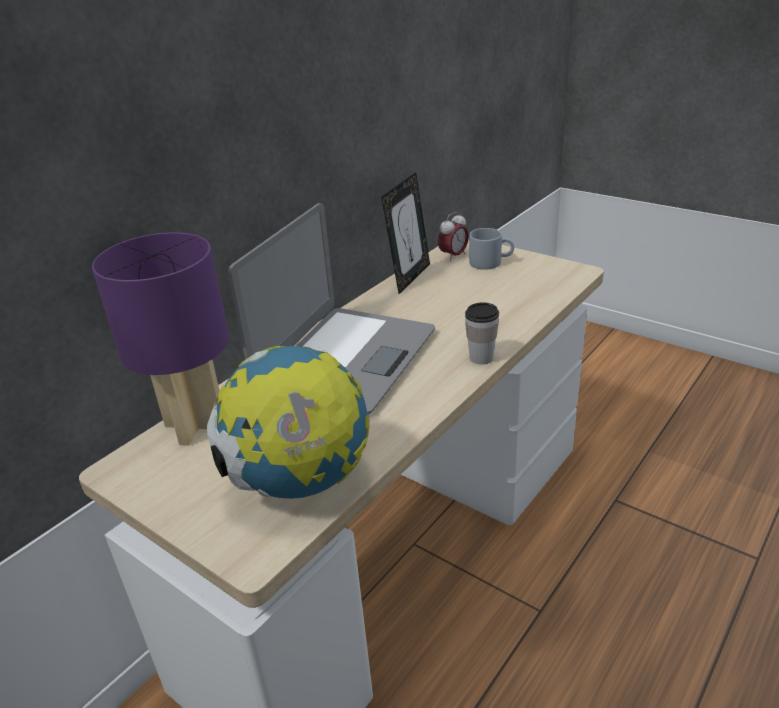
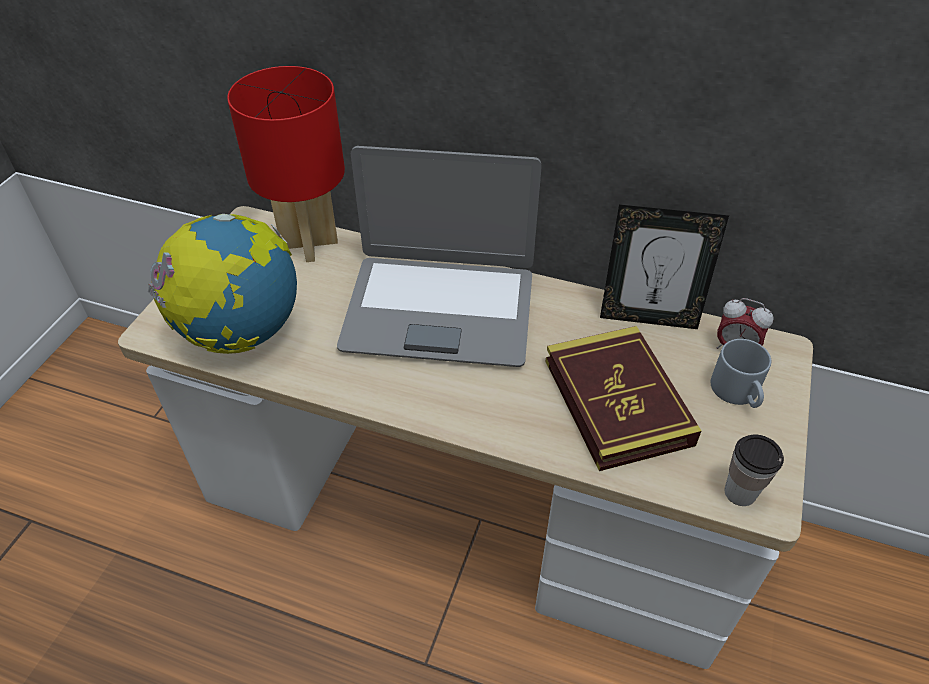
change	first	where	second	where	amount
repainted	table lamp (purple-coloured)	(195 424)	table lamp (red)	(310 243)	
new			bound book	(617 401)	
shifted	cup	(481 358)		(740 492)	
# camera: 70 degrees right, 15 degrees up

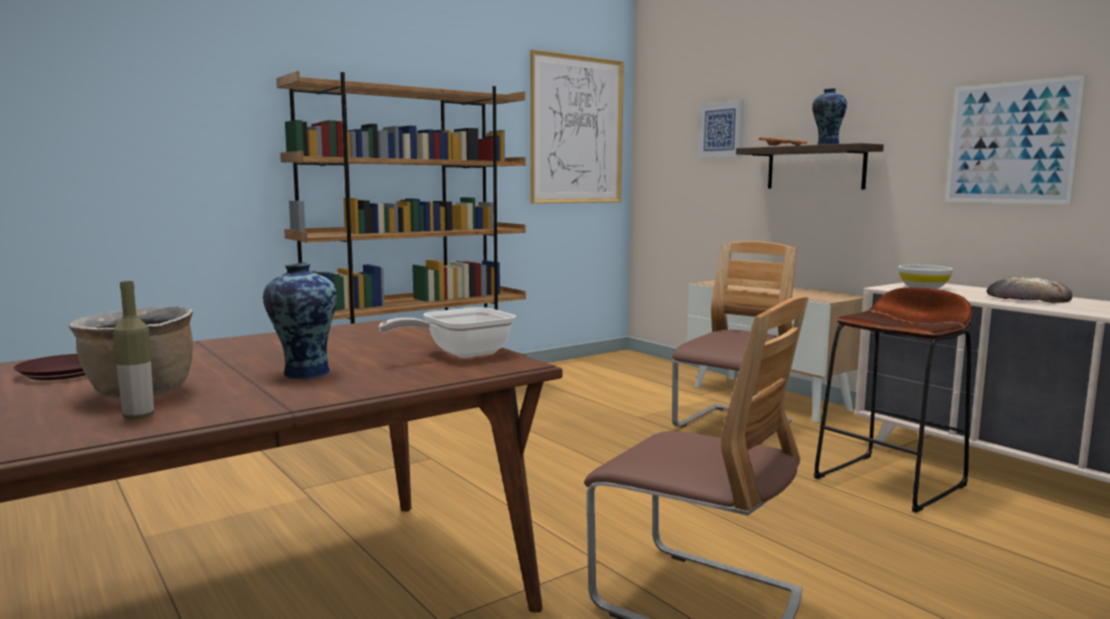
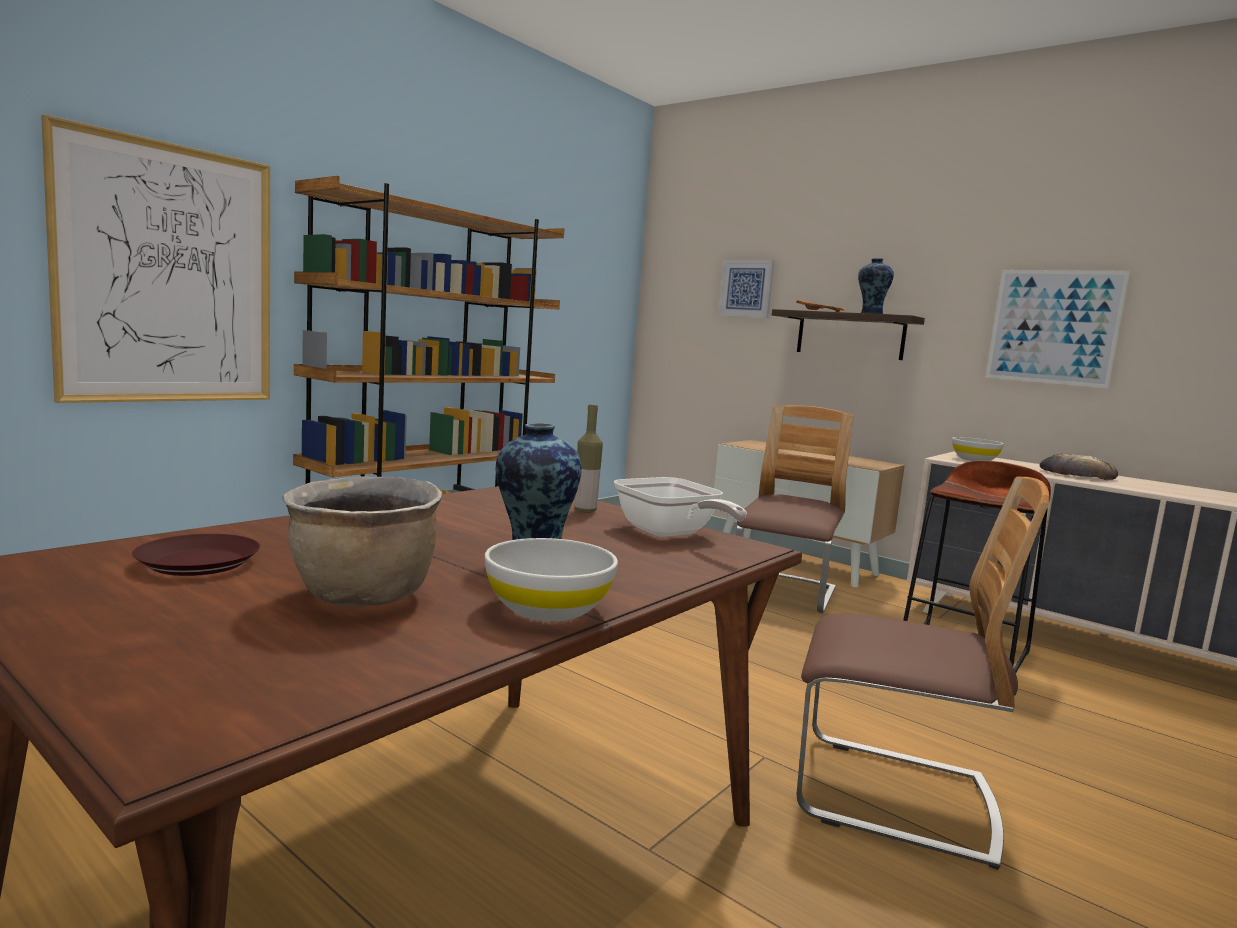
change	first	where	second	where	amount
shifted	wall art	(577 130)		(168 275)	
new			bowl (white-coloured)	(547 609)	
shifted	beverage bottle	(138 416)		(585 511)	
rotated	skillet	(460 354)		(670 534)	75 degrees counterclockwise
# camera: 15 degrees left, 0 degrees up

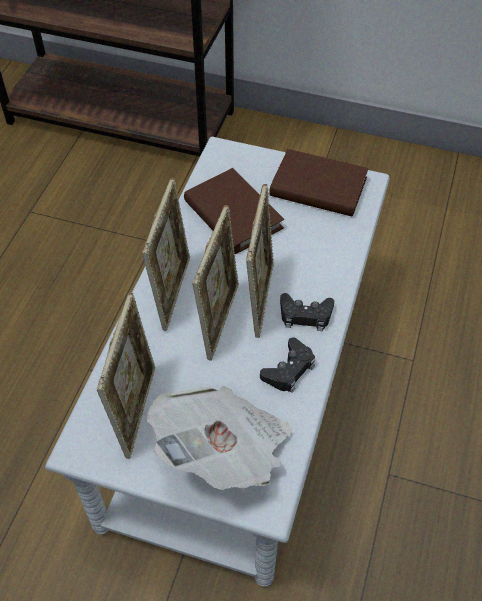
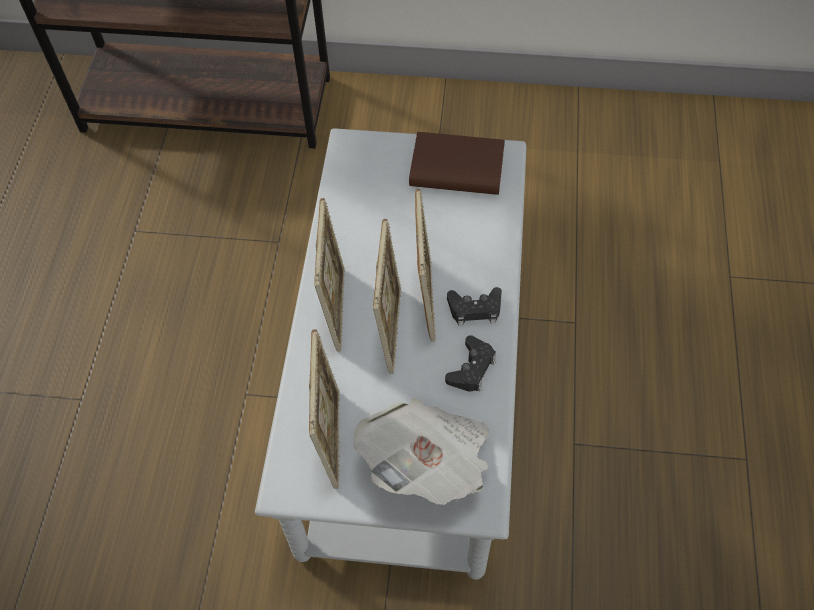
change	first	where	second	where	amount
gone	bound book (brown-coloured)	(233 215)			
# camera: 10 degrees left, 5 degrees up

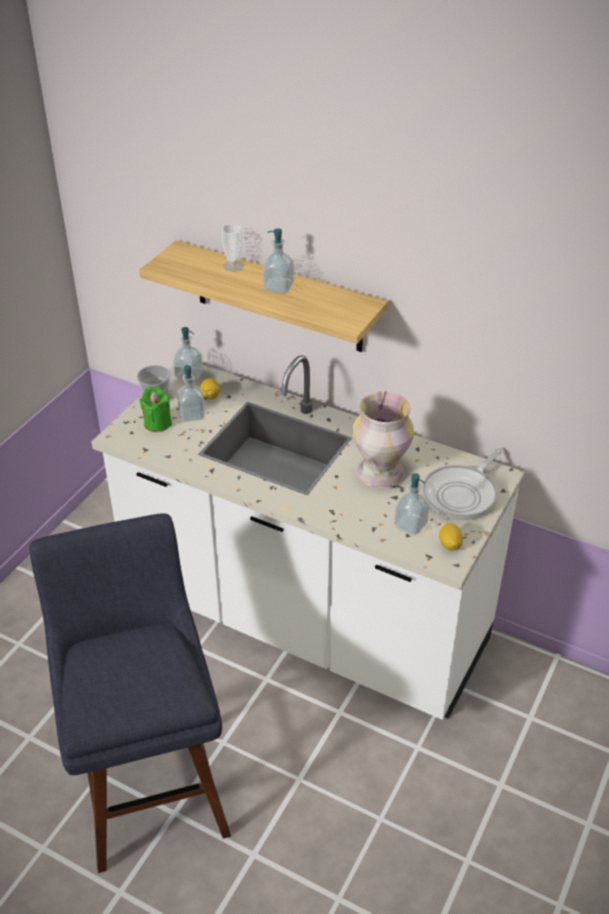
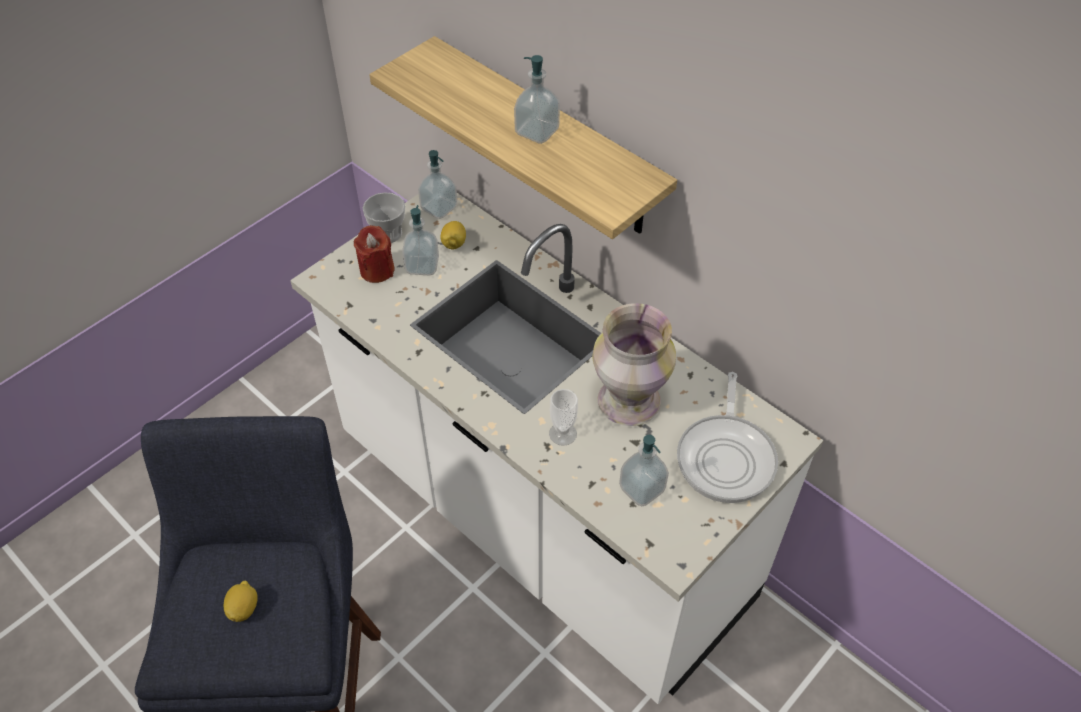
change	first	where	second	where	amount
shifted	whole lemon	(450 545)		(244 608)	
repainted	candle (green-coloured)	(157 423)	candle (red)	(377 270)	
shifted	cup	(233 266)		(563 434)	
rotated	skillet	(462 494)		(726 457)	45 degrees counterclockwise
# camera: 15 degrees right, 10 degrees up

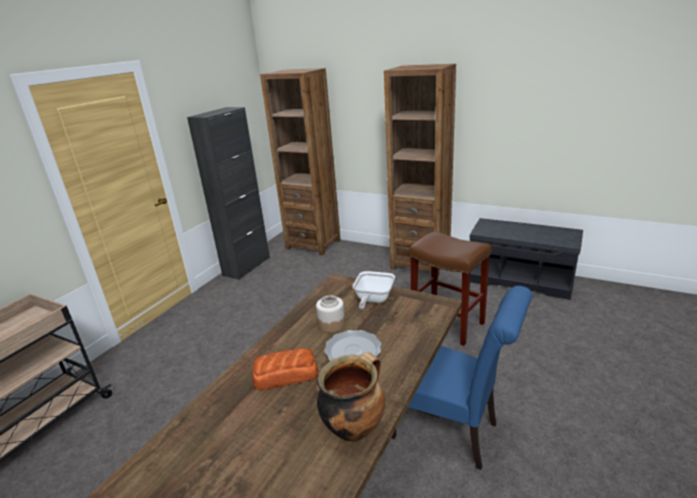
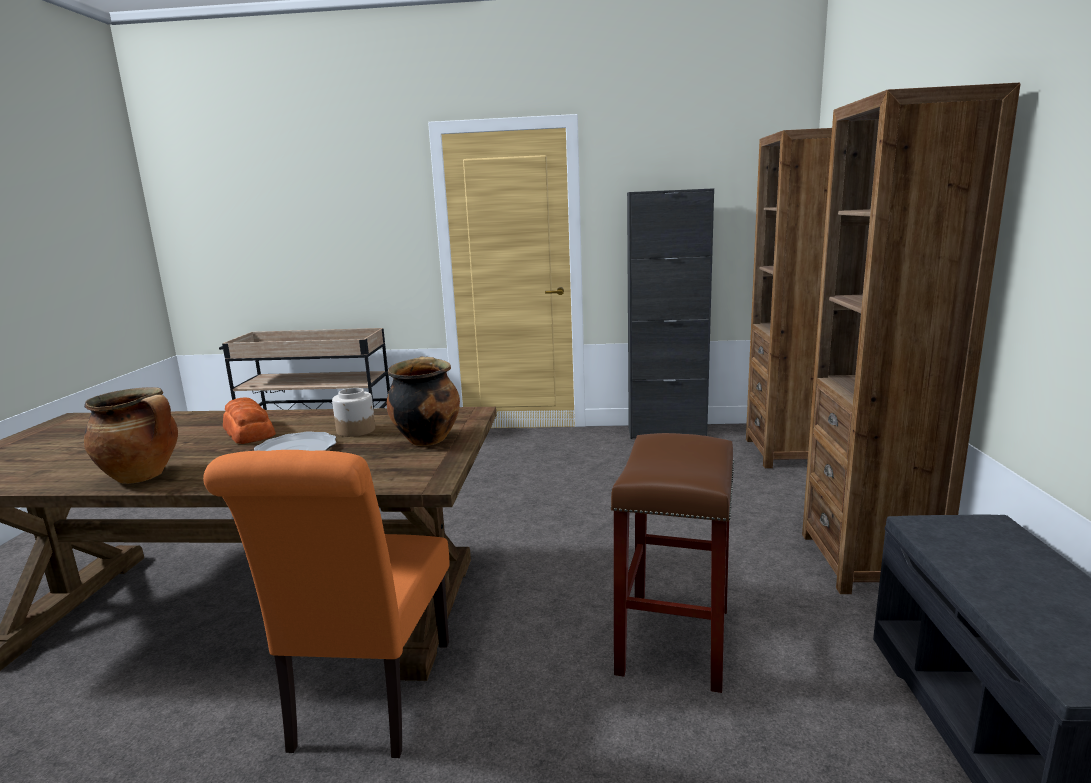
change	first	where	second	where	amount
repainted	plain chair (blue-coloured)	(451 432)	plain chair (orange-coloured)	(368 701)	
swapped	skillet	(373 300)	saucepot	(426 439)	
# camera: 65 degrees right, 10 degrees down

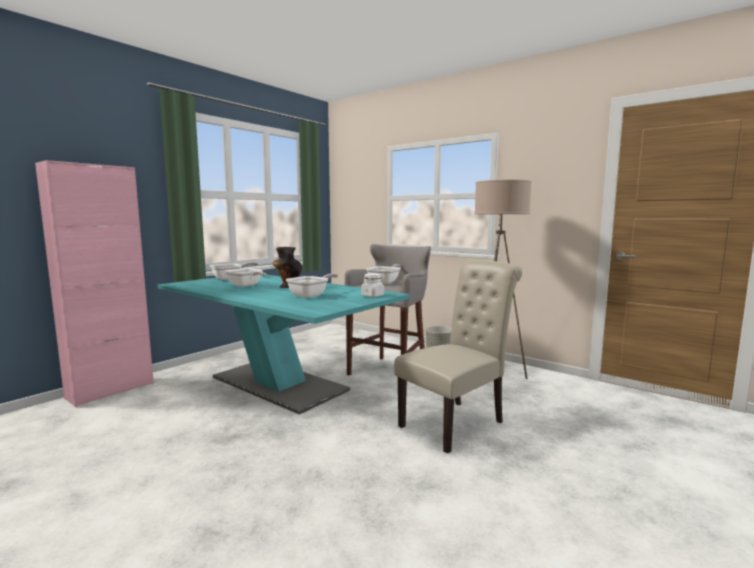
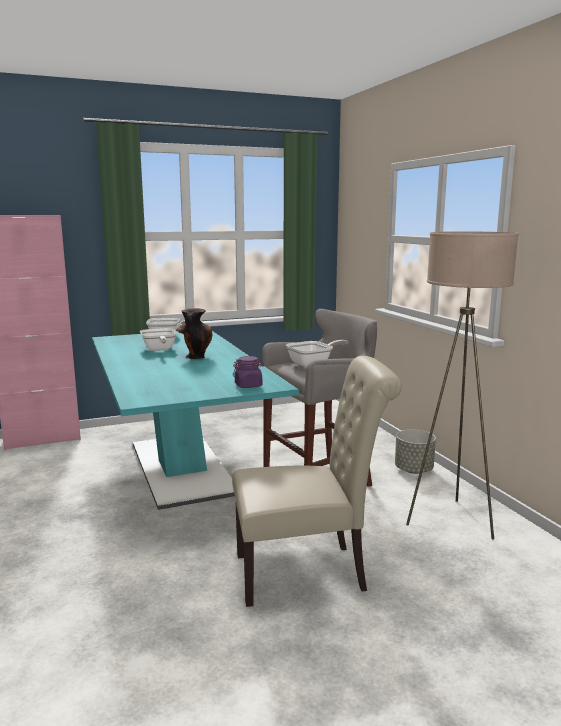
change	first	where	second	where	amount
repainted	preserve jar (white-coloured)	(372 295)	preserve jar (purple-coloured)	(248 385)	
gone	skillet	(311 295)			
# camera: 30 degrees right, 5 degrees up

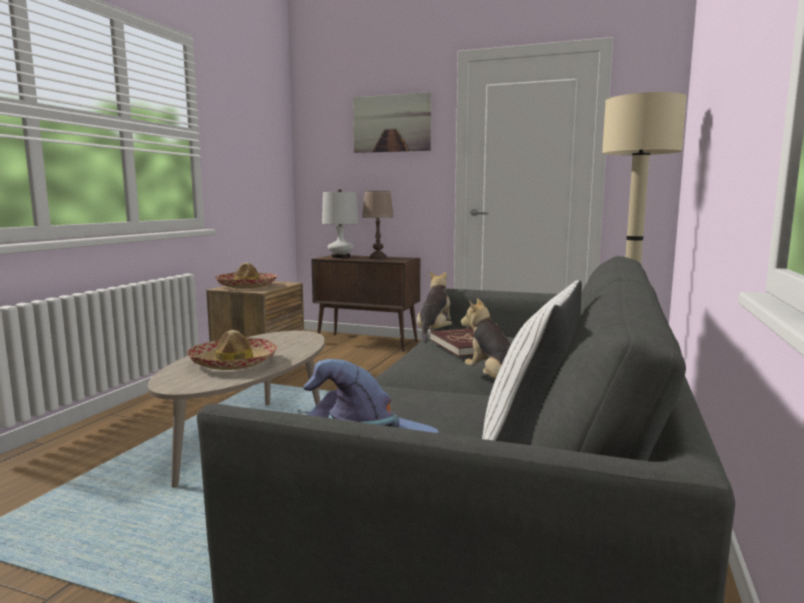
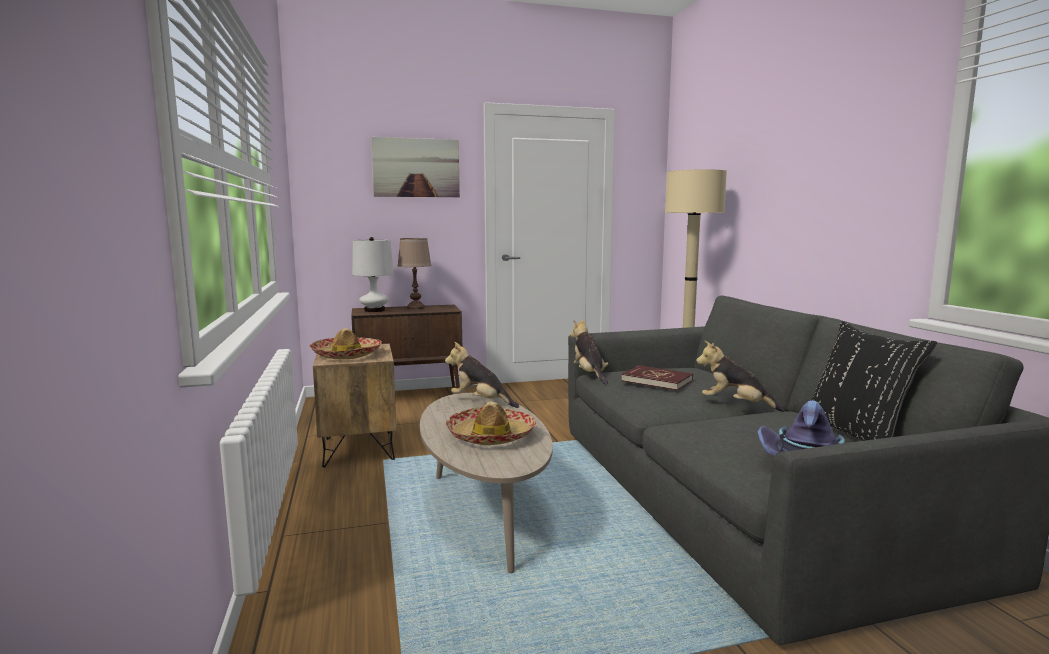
change	first	where	second	where	amount
new			cuddly toy	(481 402)	
repainted	throw pillow (white-coloured)	(530 441)	throw pillow (blackish)	(856 435)	
# camera: 35 degrees left, 0 degrees up

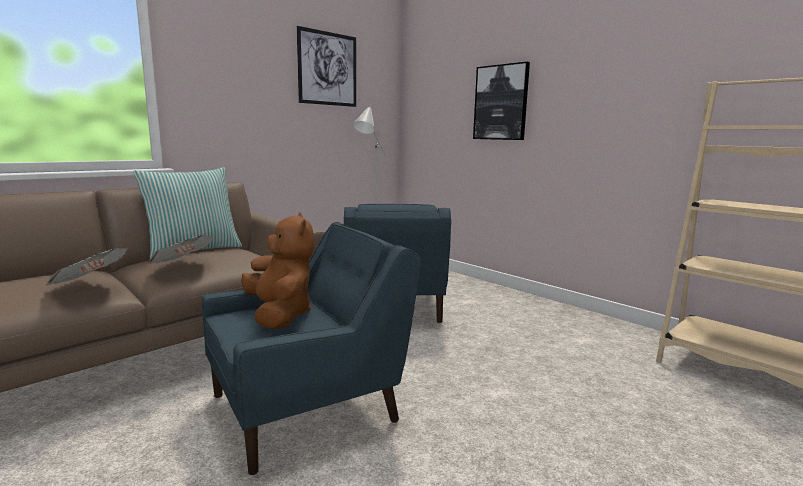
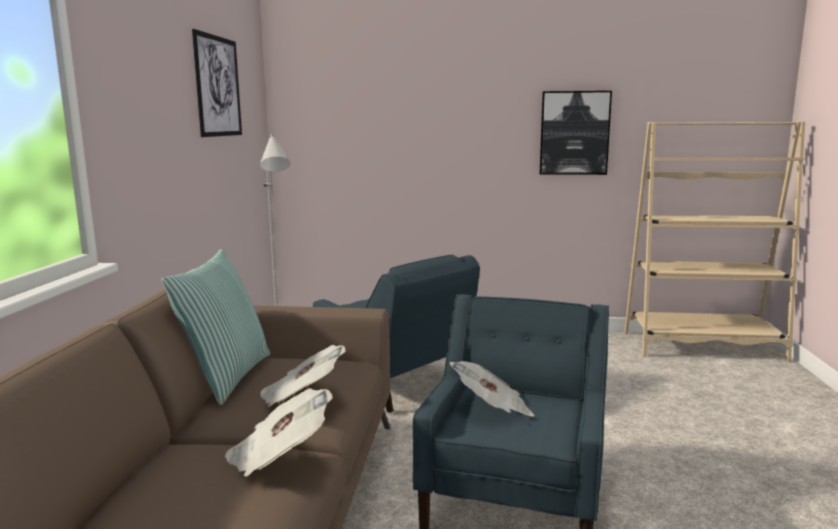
change	first	where	second	where	amount
swapped	cuddly toy (brown-coloured)	(280 315)	newspaper	(492 409)	
shifted	wall art	(501 102)		(574 133)	
# camera: 40 degrees left, 0 degrees up

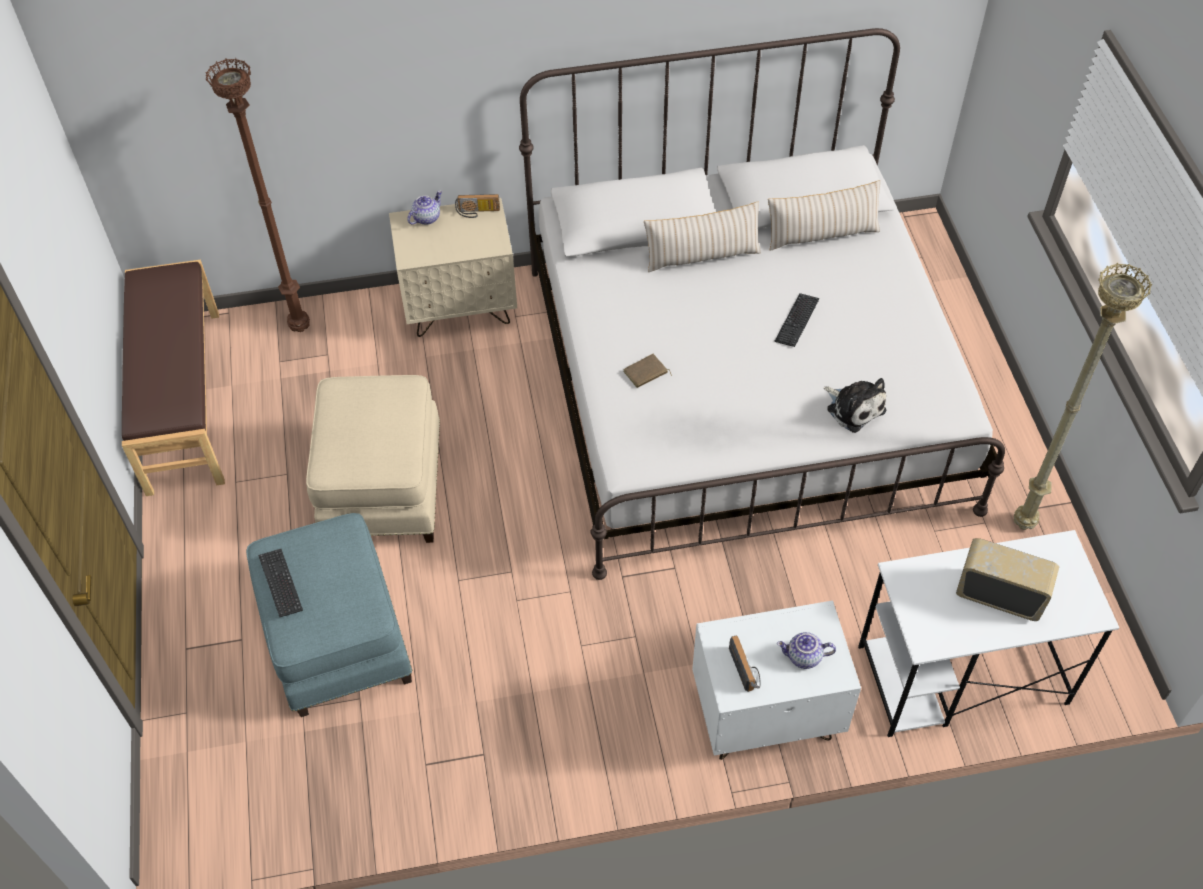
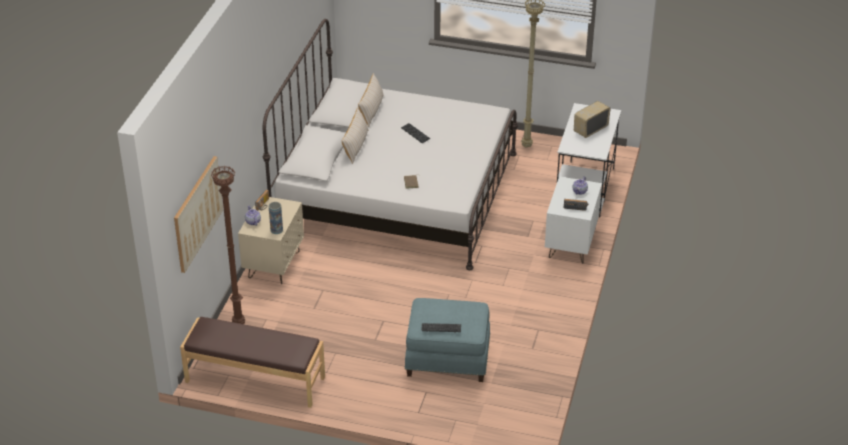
change	first	where	second	where	amount
new			wall art	(197 213)	
new			vase	(276 230)	
gone	ottoman (sand-coloured)	(381 487)			
gone	cuddly toy	(854 408)			
# camera: 65 degrees left, 15 degrees down

